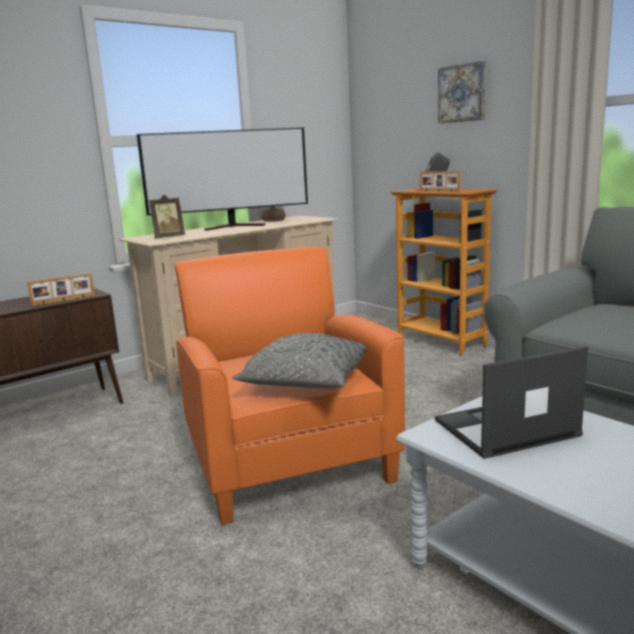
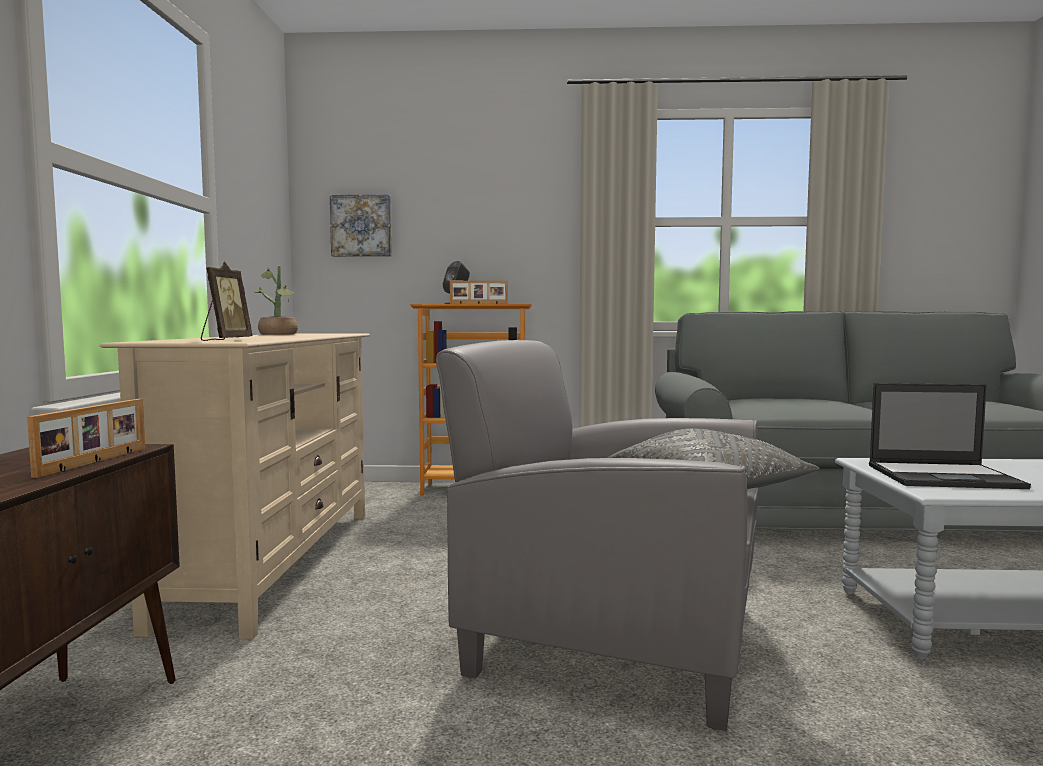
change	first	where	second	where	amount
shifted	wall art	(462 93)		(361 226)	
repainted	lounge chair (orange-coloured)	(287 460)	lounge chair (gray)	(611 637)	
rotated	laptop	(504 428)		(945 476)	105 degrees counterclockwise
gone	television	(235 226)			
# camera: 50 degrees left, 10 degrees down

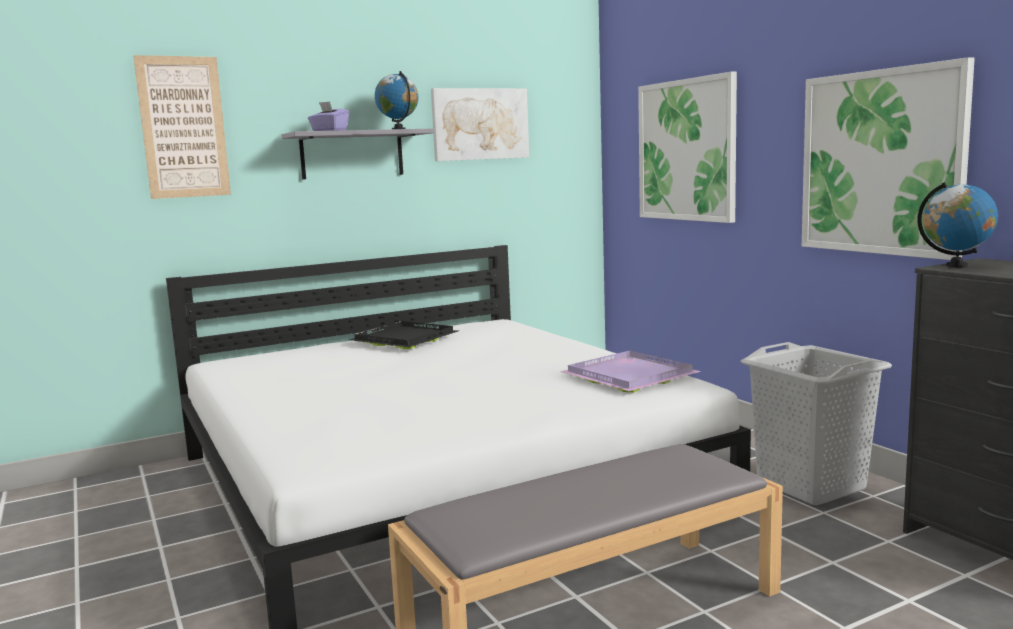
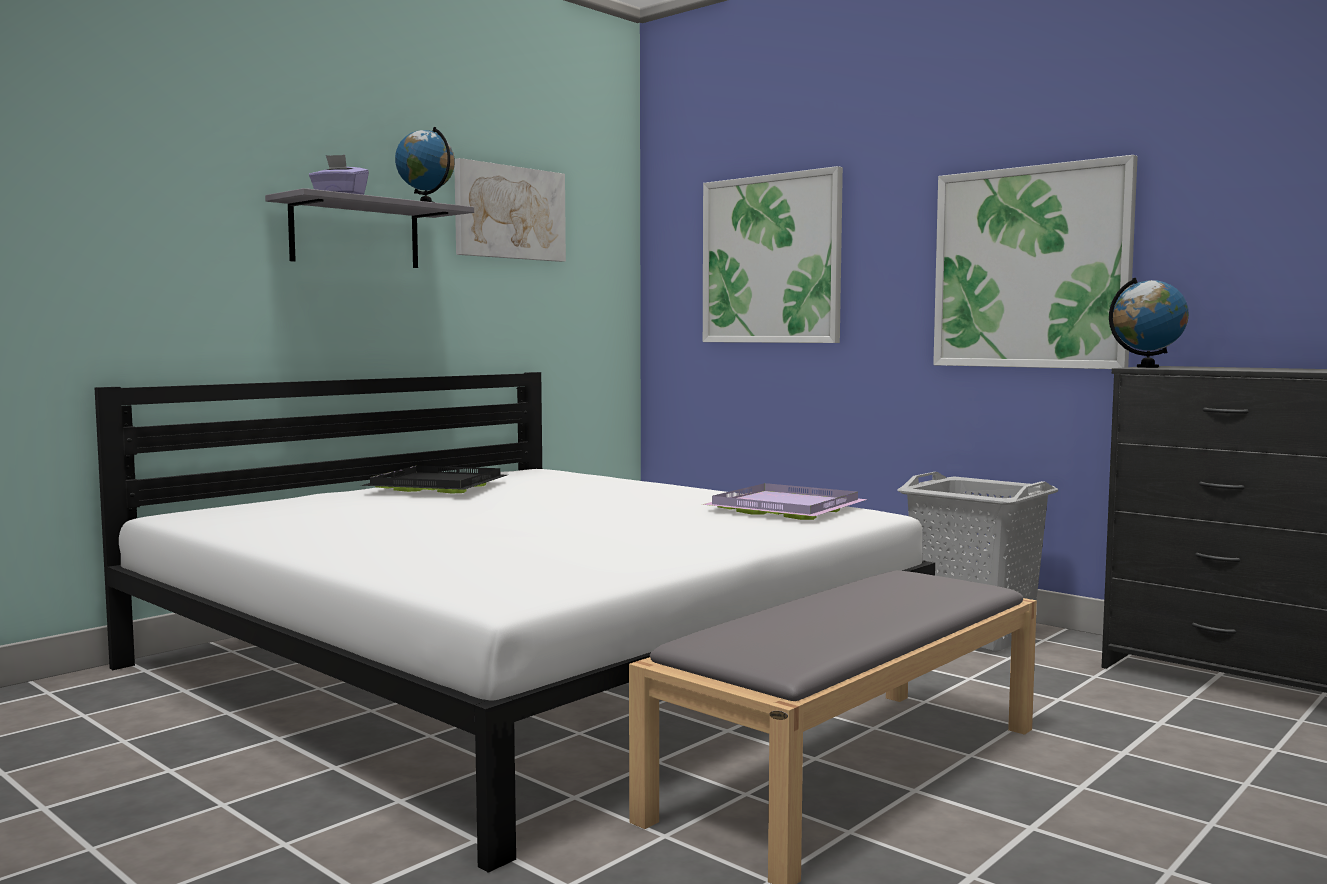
change	first	where	second	where	amount
gone	wall art	(183 127)			
# camera: 20 degrees left, 5 degrees down

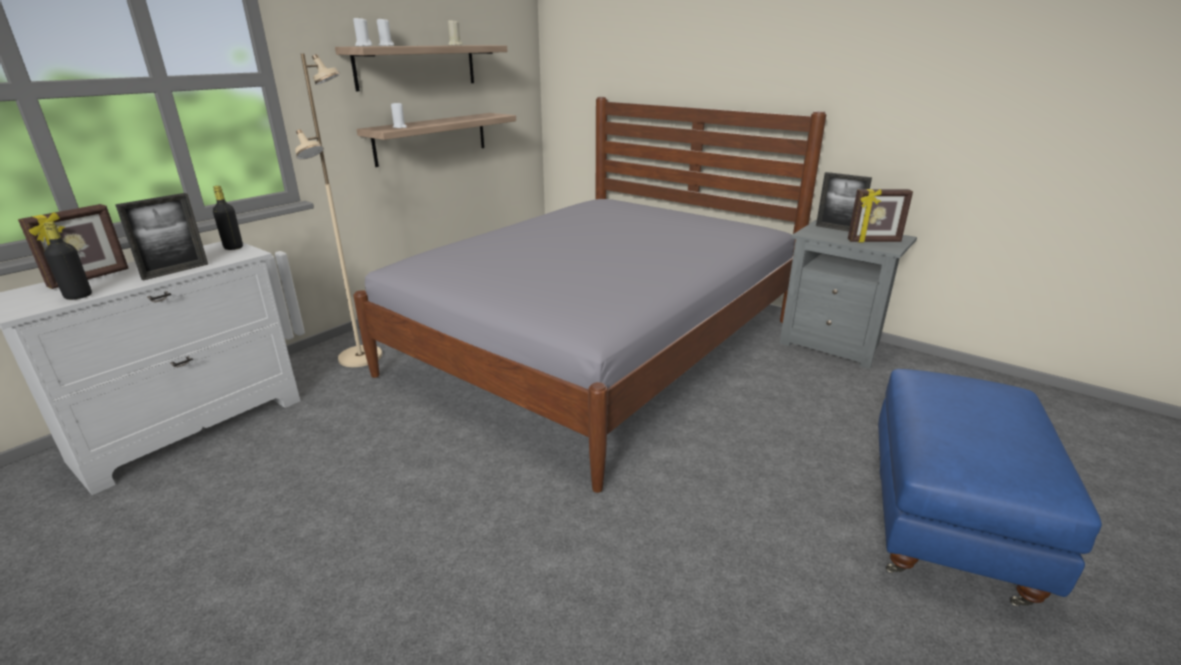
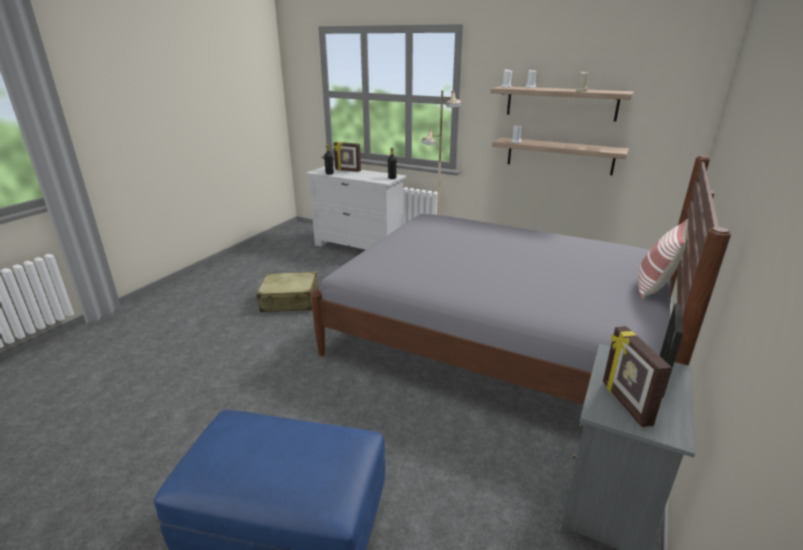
change	first	where	second	where	amount
new			suitcase (sand-coloured)	(290 301)	
new			throw pillow	(653 287)	
gone	photo frame	(175 271)			
# camera: 80 degrees right, 0 degrees up

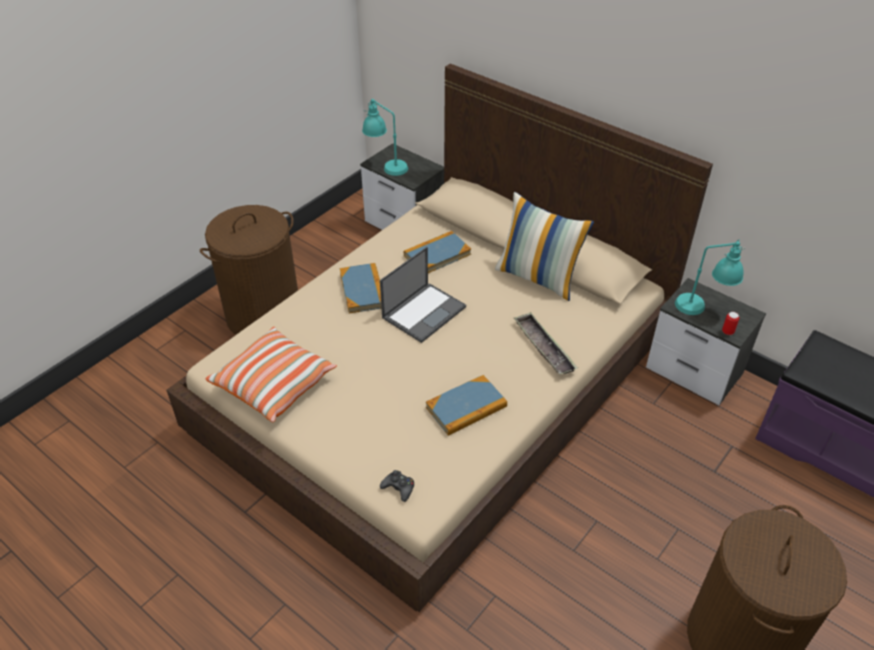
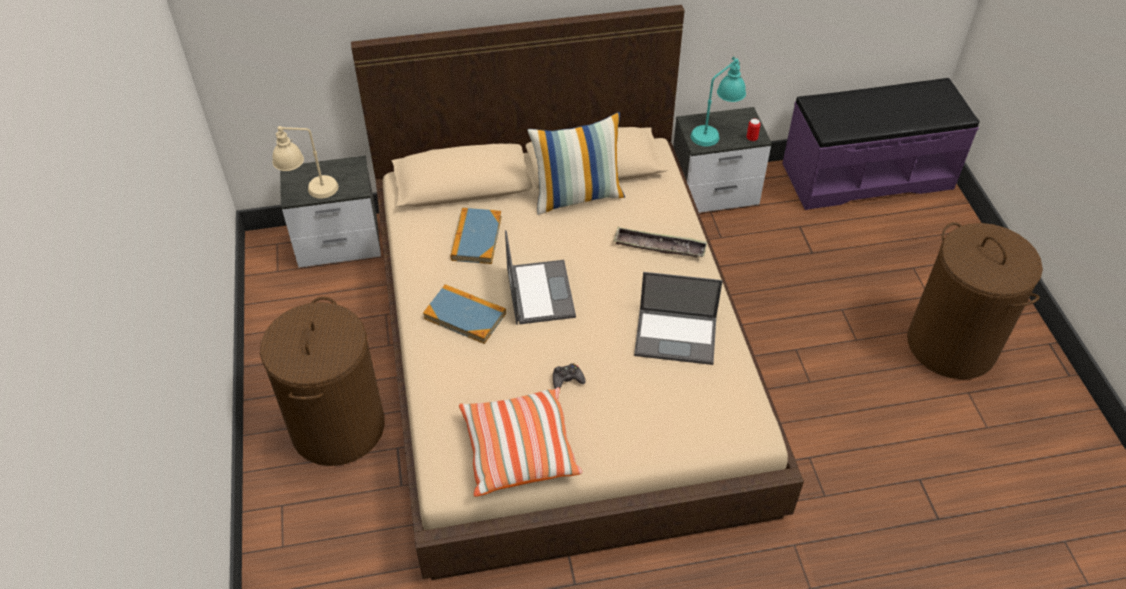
change	first	where	second	where	amount
repainted	table lamp (turquoise-coloured)	(385 166)	table lamp (sand-coloured)	(310 192)	
shifted	joypad (blackish)	(399 488)		(567 379)	
swapped	bound book	(466 407)	laptop	(677 336)	
# camera: 50 degrees left, 5 degrees up

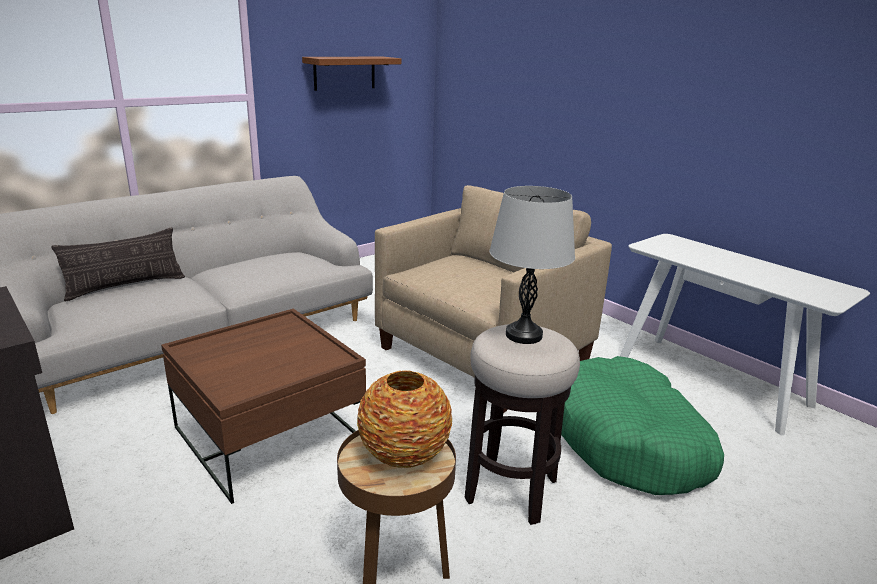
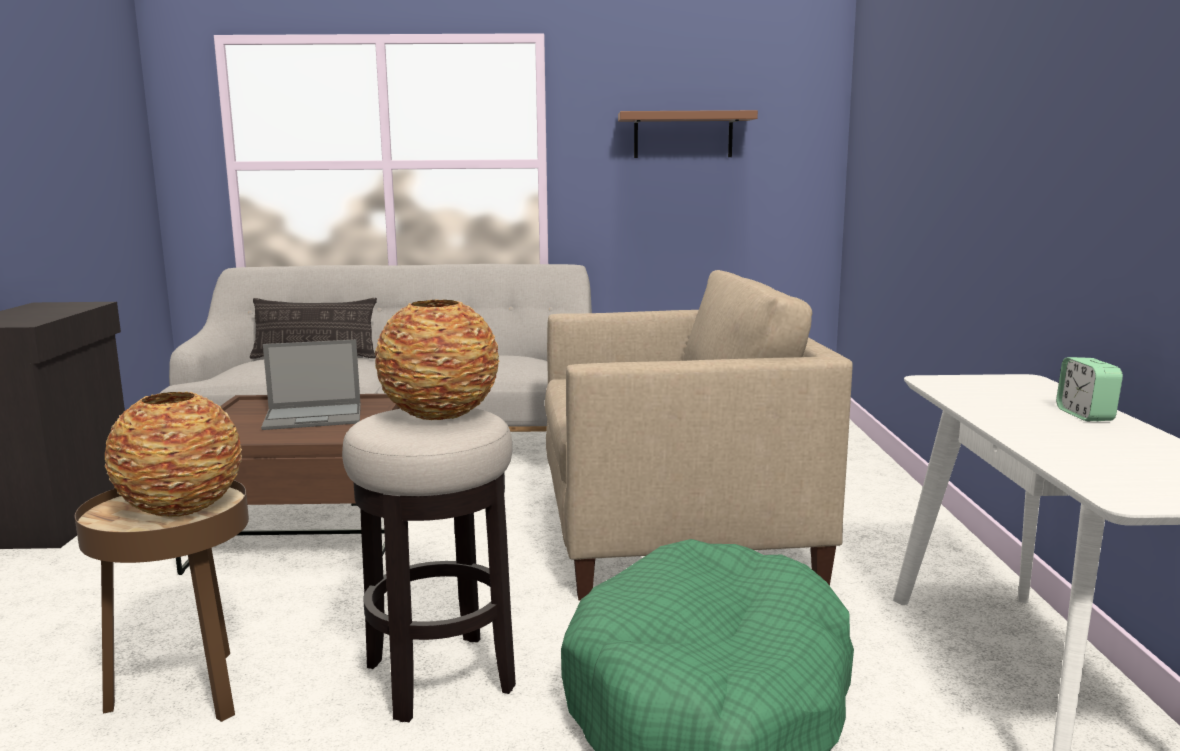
change	first	where	second	where	amount
new			laptop	(314 417)	
swapped	table lamp (gray)	(524 335)	vase	(441 414)	
new			alarm clock	(1085 415)	
# camera: 40 degrees right, 10 degrees down

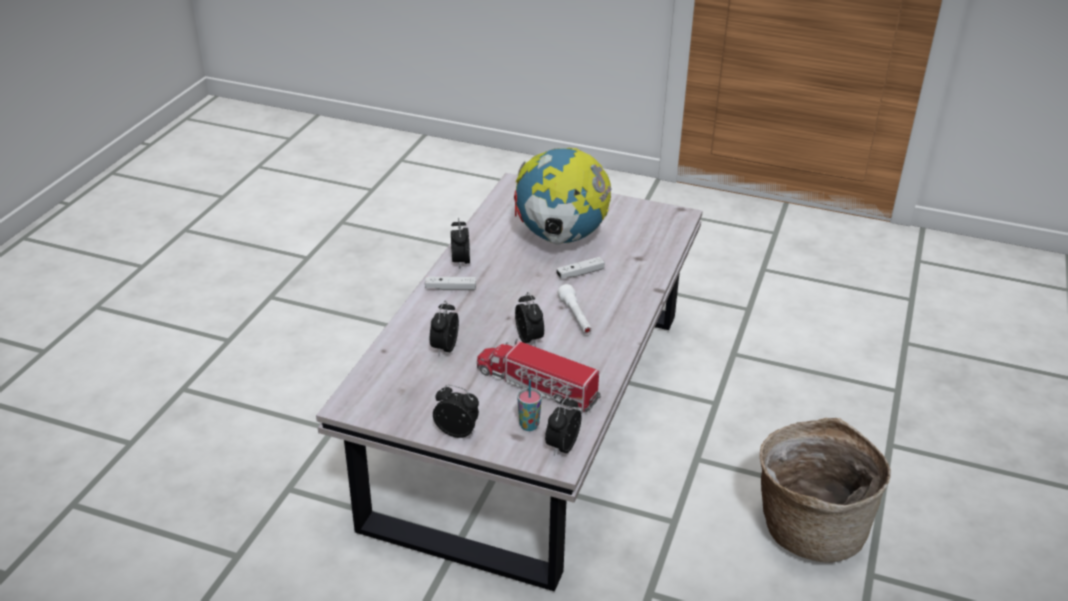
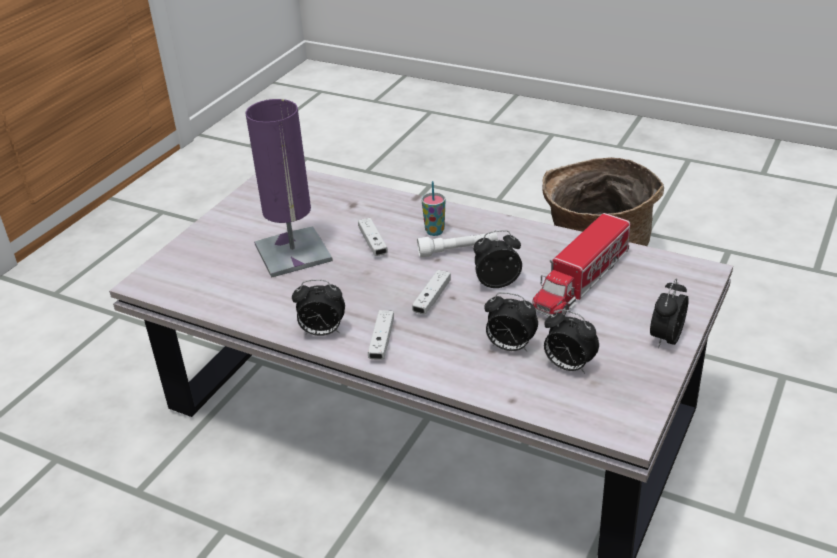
change	first	where	second	where	amount
swapped	desk globe	(560 238)	table lamp (purple-coloured)	(293 253)	
new			joypad (white-coloured)	(432 298)	
shifted	cup	(529 425)		(434 231)	
shifted	alarm clock	(562 446)		(568 366)	
# camera: 80 degrees left, 0 degrees up

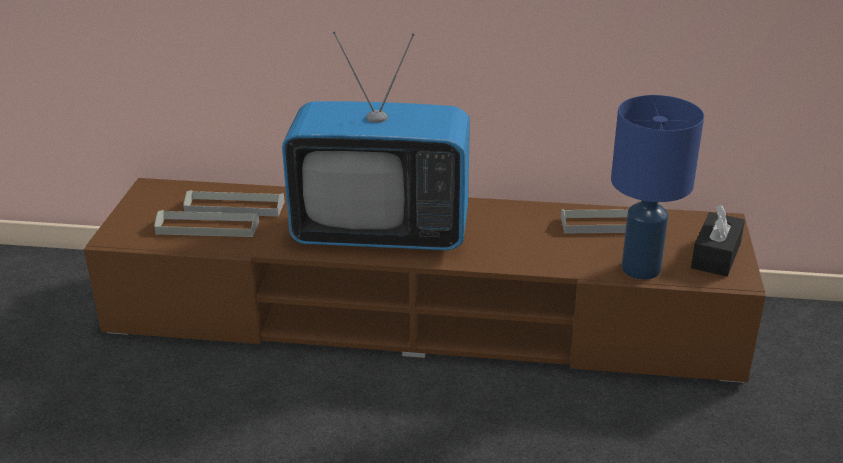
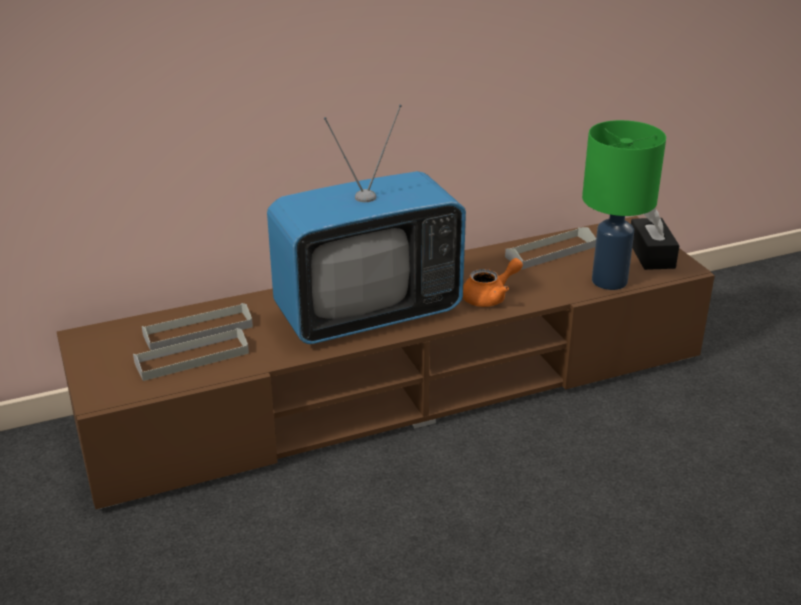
change	first	where	second	where	amount
new			teapot (orange-coloured)	(490 297)	
repainted	table lamp (blue-coloured)	(642 269)	table lamp (green-coloured)	(610 281)	
# camera: 30 degrees left, 0 degrees up

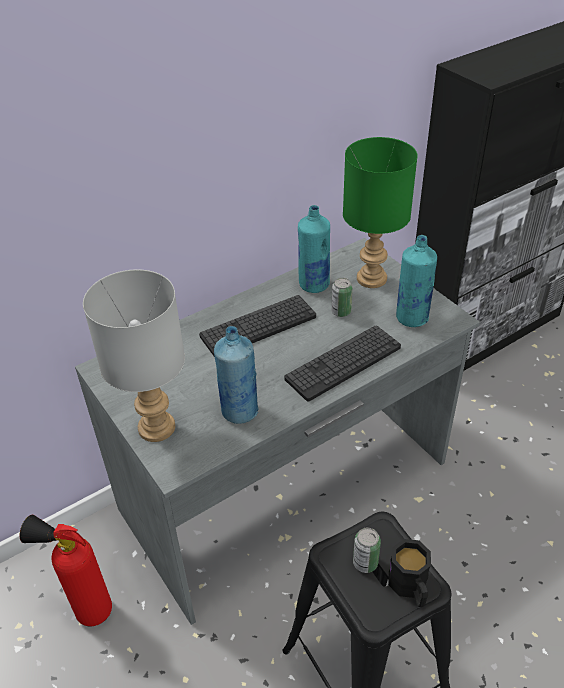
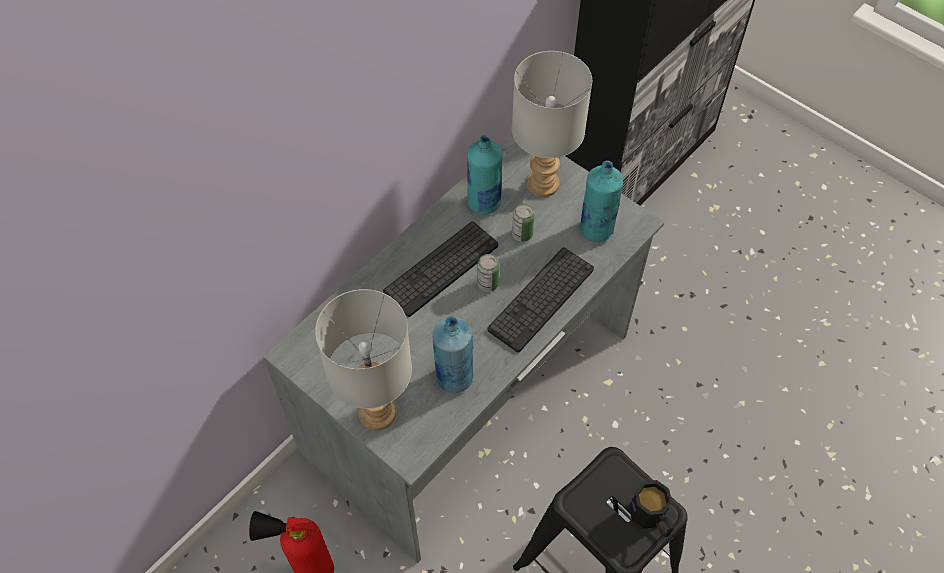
change	first	where	second	where	amount
shifted	sealed can	(365 563)		(487 284)	
repainted	table lamp (green-coloured)	(372 279)	table lamp (gray)	(544 185)	
# camera: 15 degrees left, 15 degrees up

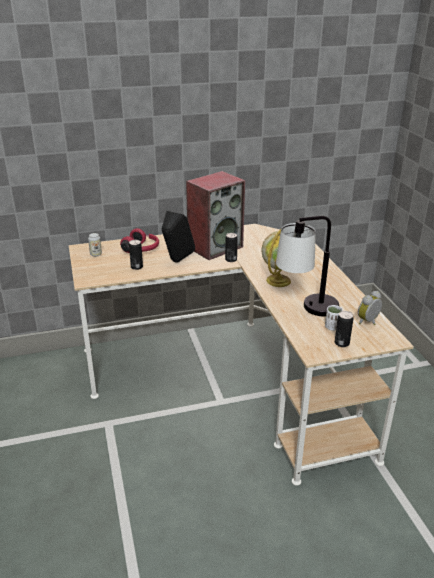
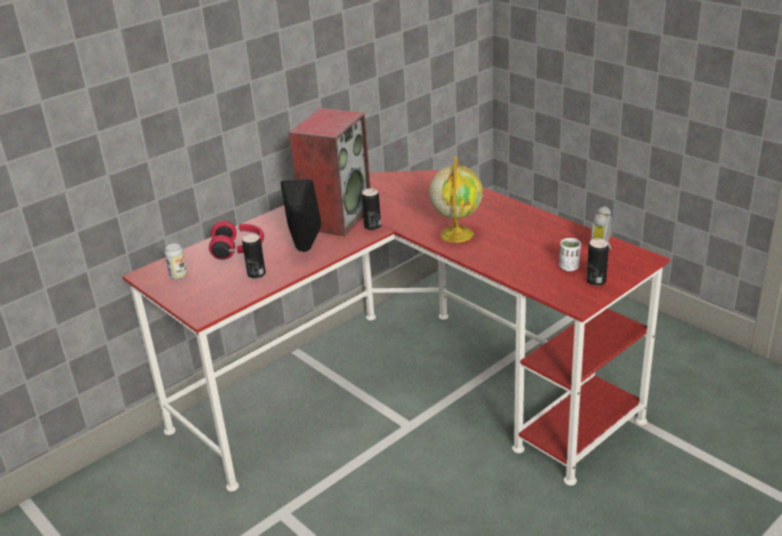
change	first	where	second	where	amount
repainted	desk unit (sand-coloured)	(234 378)	desk unit (red)	(403 391)	
gone	table lamp	(306 311)			
# camera: 25 degrees left, 0 degrees up

